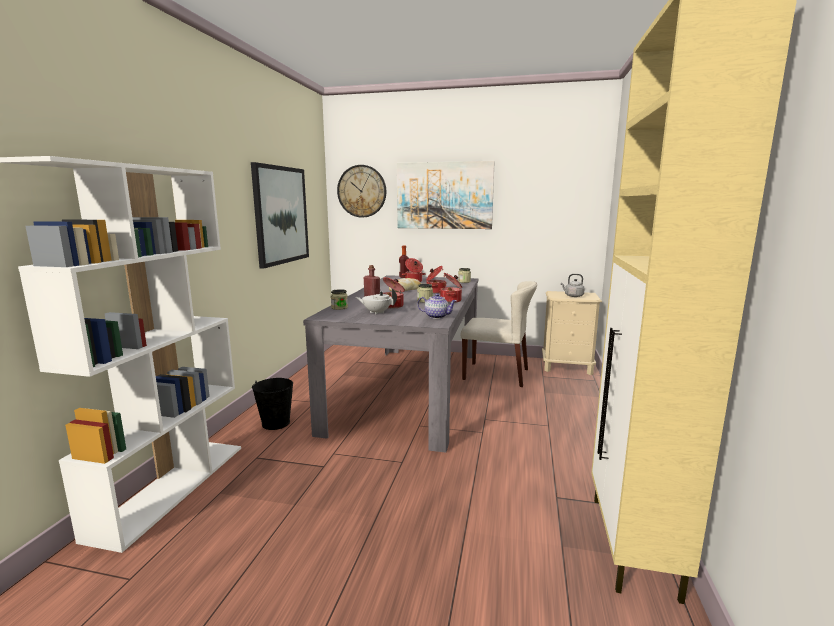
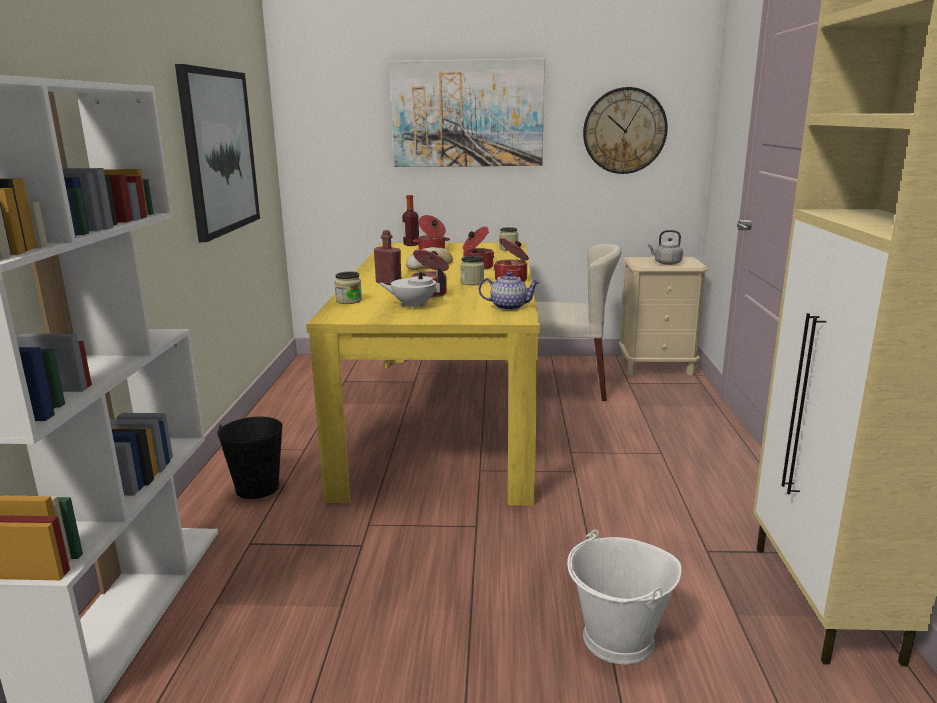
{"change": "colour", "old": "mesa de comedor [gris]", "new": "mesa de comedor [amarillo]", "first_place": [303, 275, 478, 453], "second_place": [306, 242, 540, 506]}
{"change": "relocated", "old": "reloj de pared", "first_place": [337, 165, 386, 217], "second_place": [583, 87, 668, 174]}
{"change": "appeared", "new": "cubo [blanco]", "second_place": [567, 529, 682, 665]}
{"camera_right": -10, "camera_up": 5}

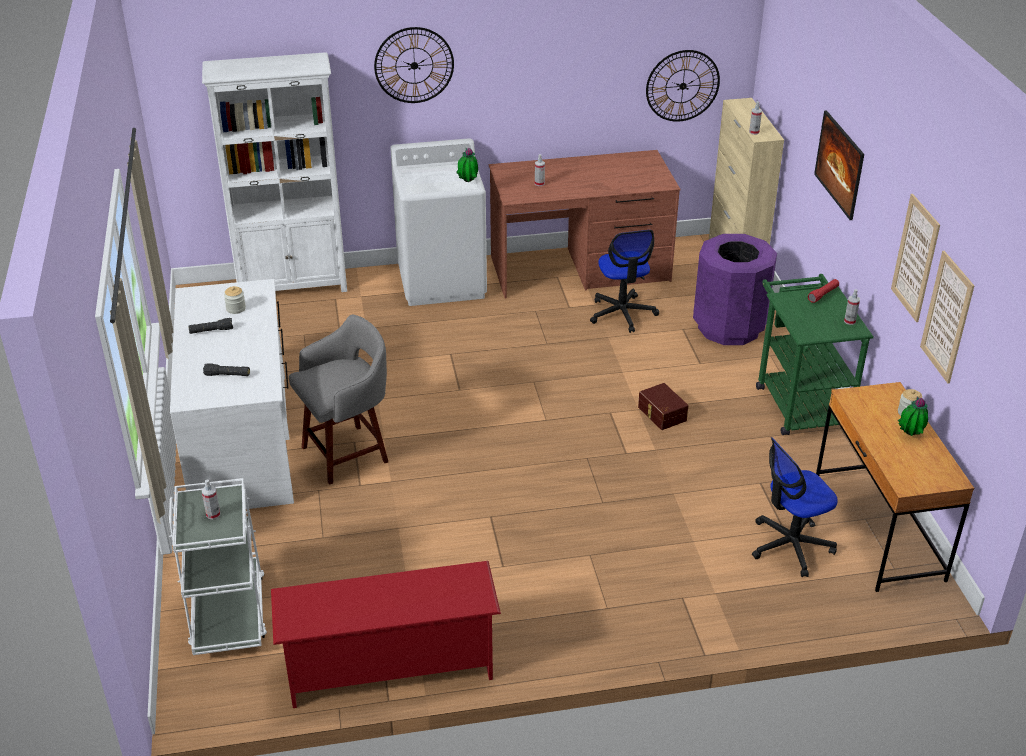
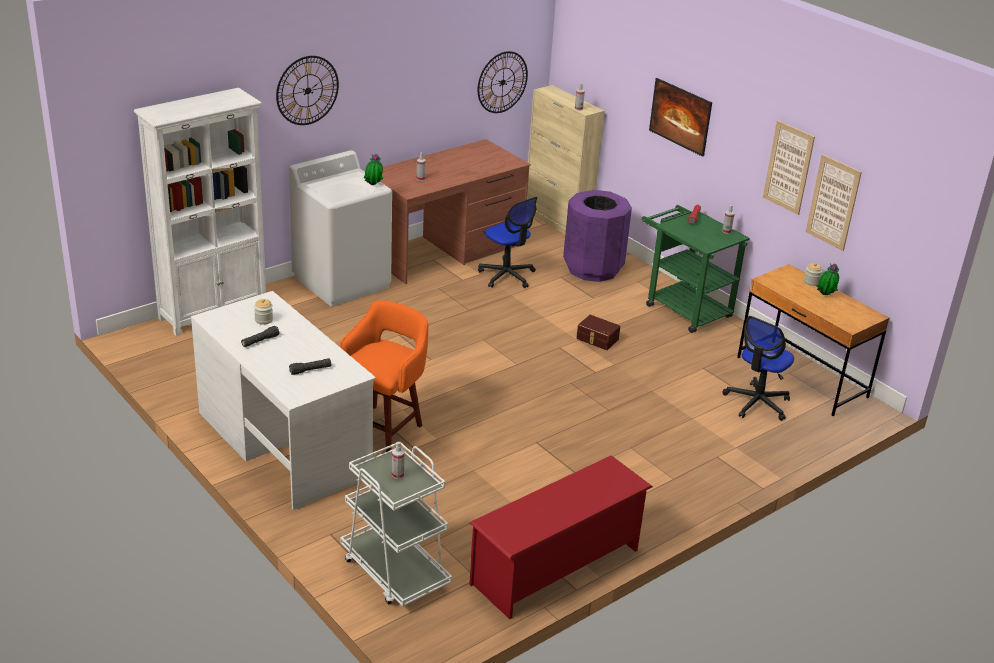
{"change": "colour", "old": "taburete [gris]", "new": "taburete [naranja]", "first_place": [289, 314, 388, 485], "second_place": [339, 301, 428, 452]}
{"camera_right": -30, "camera_up": -5}

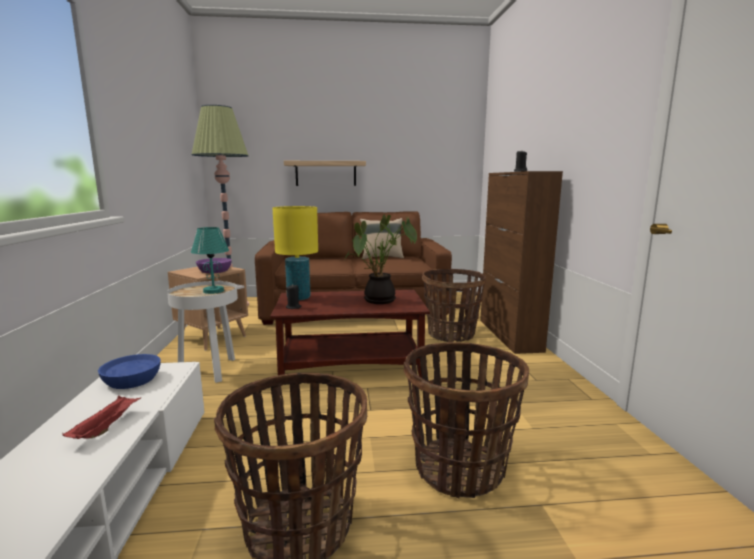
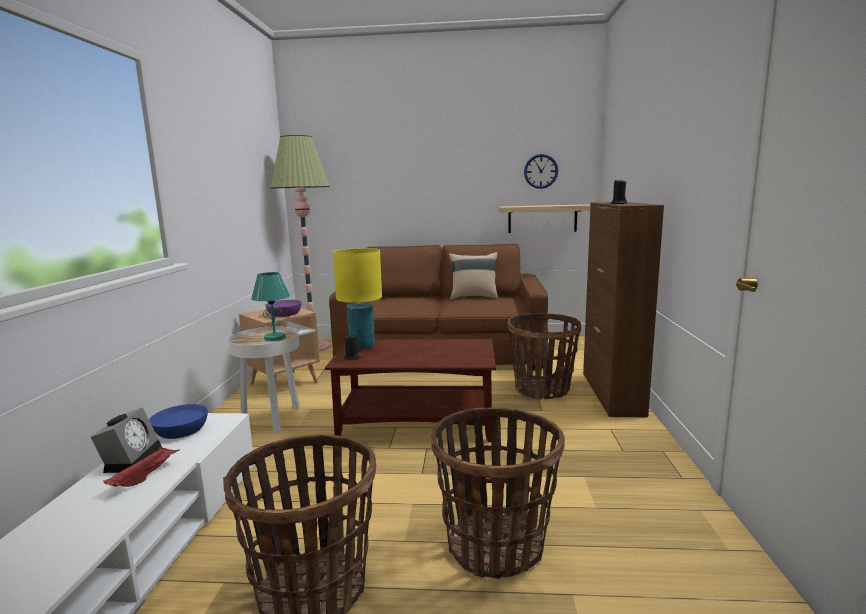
{"change": "relocated", "old": "estante", "first_place": [284, 161, 366, 186], "second_place": [499, 204, 591, 233]}
{"change": "missing", "old": "planta en maceta", "first_place": [345, 215, 417, 304]}
{"change": "appeared", "new": "despertador", "second_place": [91, 407, 162, 473]}
{"change": "appeared", "new": "reloj de pared", "second_place": [524, 154, 558, 189]}
{"camera_right": 10, "camera_up": 0}

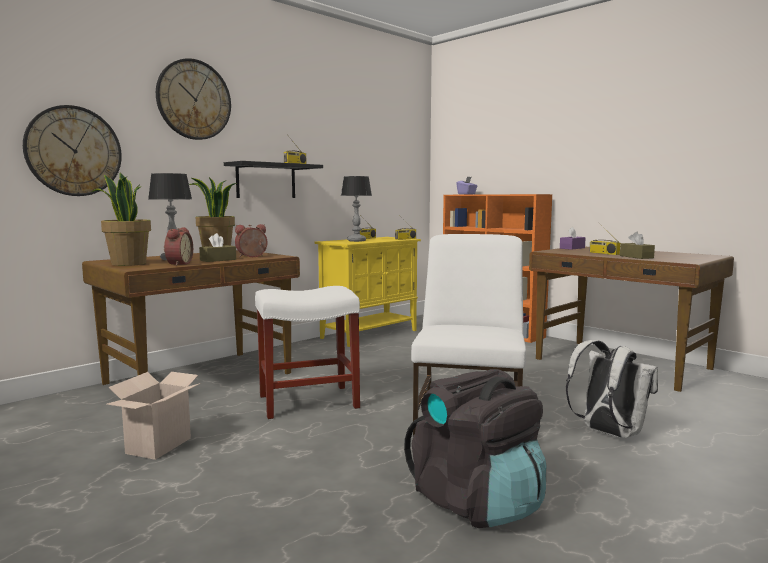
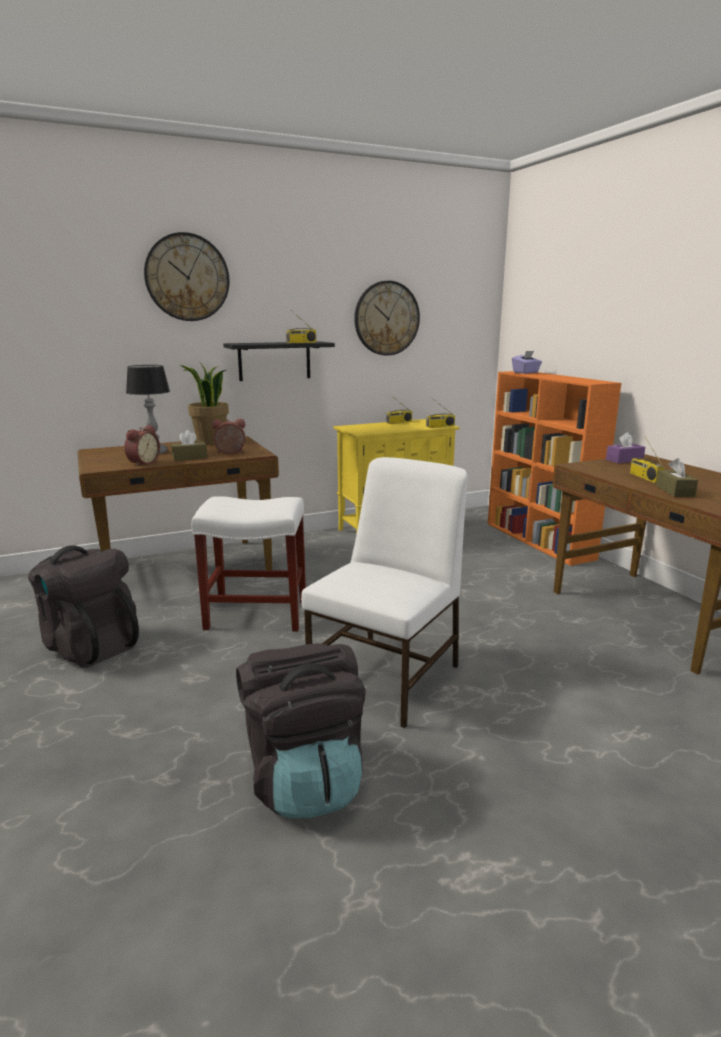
{"change": "relocated", "old": "reloj de pared", "first_place": [23, 105, 122, 196], "second_place": [354, 281, 420, 356]}
{"change": "missing", "old": "planta en maceta", "first_place": [92, 173, 151, 266]}
{"change": "exchanged", "old": "caja de cartón", "new": "mochila [negro]", "first_place": [107, 372, 201, 460], "second_place": [28, 545, 139, 668]}
{"change": "missing", "old": "lámpara de mesa", "first_place": [341, 176, 372, 242]}
{"change": "missing", "old": "mochila [blanco]", "first_place": [566, 340, 658, 438]}
{"camera_right": 20, "camera_up": 10}

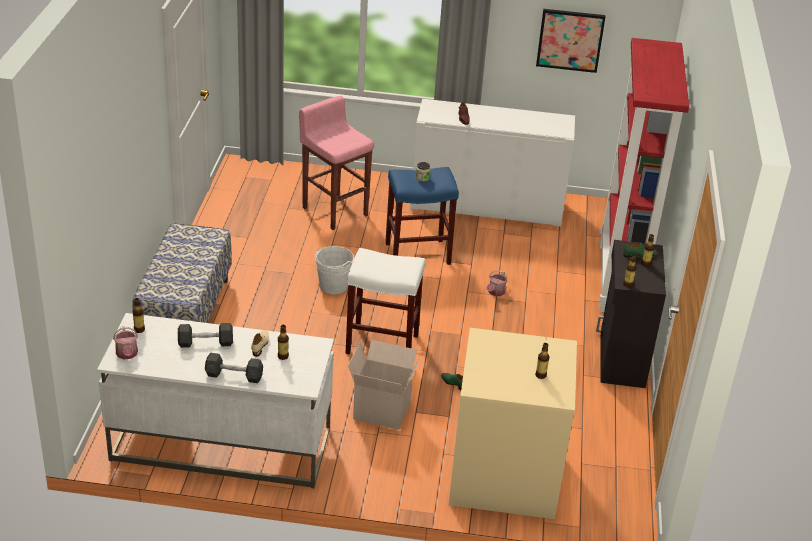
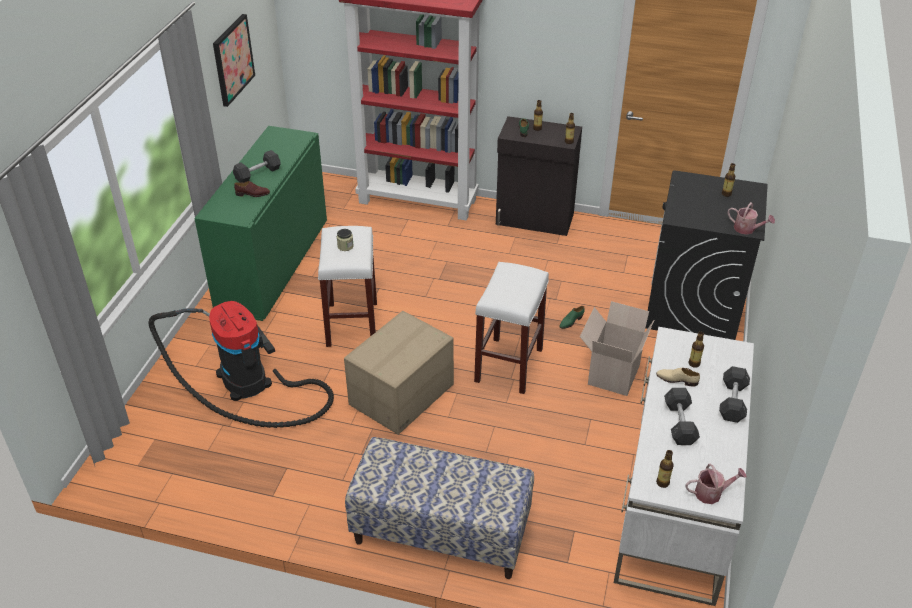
{"change": "exchanged", "old": "taburete [rosa]", "new": "aspiradora", "first_place": [299, 96, 374, 230], "second_place": [149, 301, 334, 428]}
{"change": "exchanged", "old": "cubo [blanco]", "new": "caja de cartón", "first_place": [315, 246, 354, 294], "second_place": [344, 311, 454, 435]}
{"change": "colour", "old": "taburete [azul]", "new": "taburete [blanco]", "first_place": [385, 167, 459, 265], "second_place": [318, 226, 377, 347]}
{"change": "colour", "old": "armario [blanco]", "new": "armario [verde]", "first_place": [410, 99, 575, 227], "second_place": [194, 126, 327, 321]}
{"change": "colour", "old": "lavadora [beis]", "new": "lavadora [negro]", "first_place": [449, 328, 577, 519], "second_place": [646, 170, 768, 340]}
{"change": "relocated", "old": "regadera", "first_place": [487, 270, 507, 296], "second_place": [728, 202, 775, 235]}
{"change": "appeared", "new": "mancuerna [gris]", "second_place": [233, 150, 281, 183]}
{"camera_right": -80, "camera_up": 5}

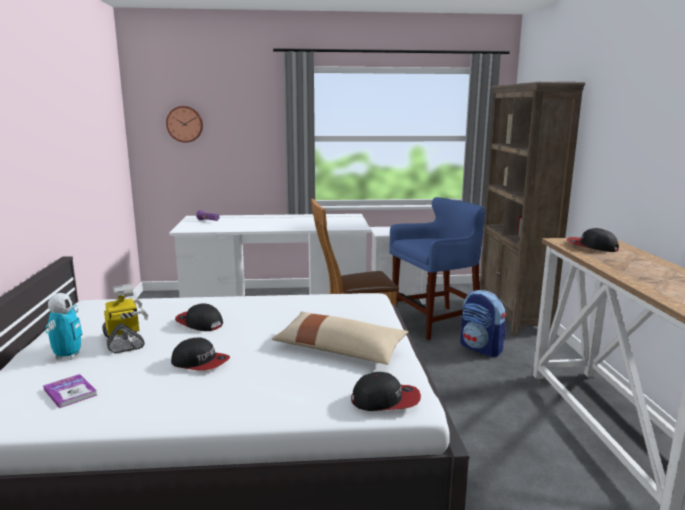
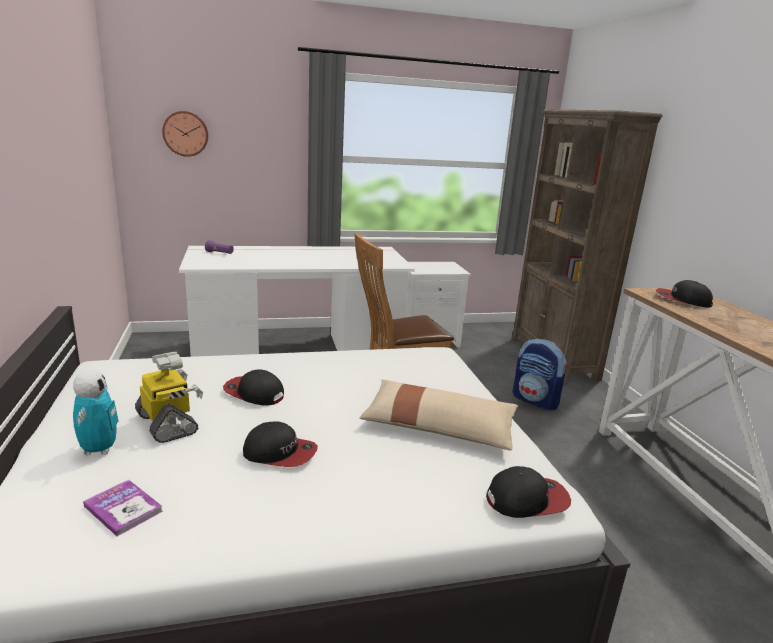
{"change": "missing", "old": "taburete [azul]", "first_place": [389, 197, 485, 340]}
{"camera_right": -10, "camera_up": 5}

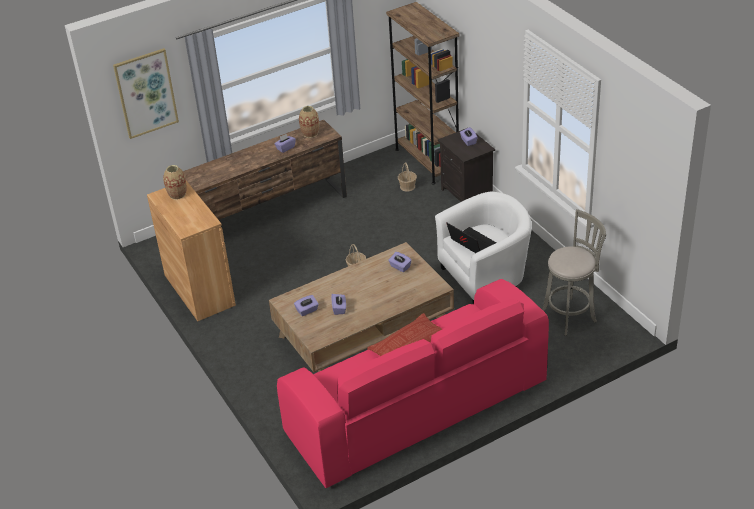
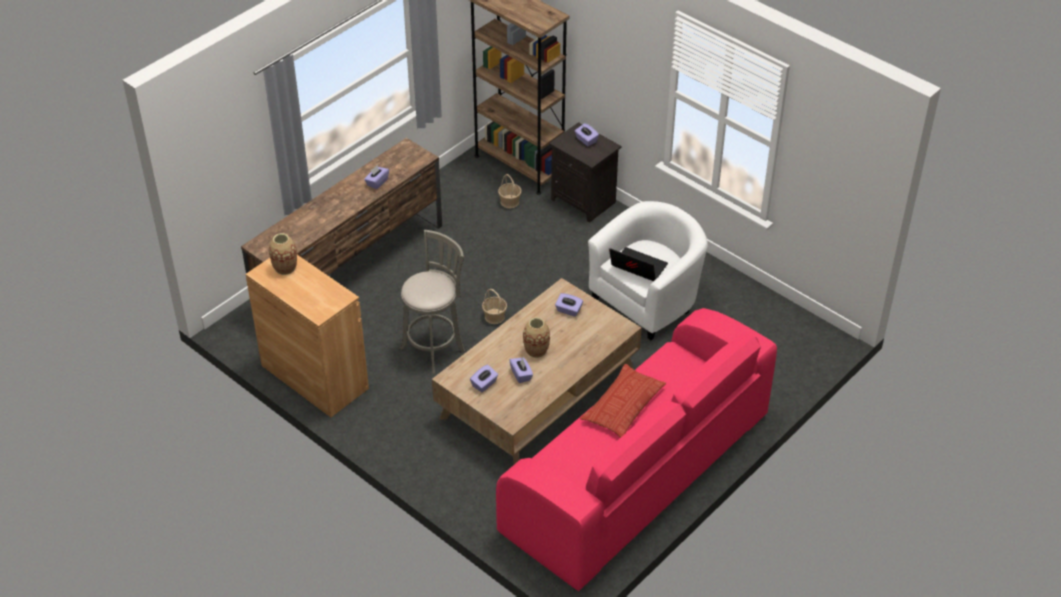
{"change": "missing", "old": "cuadro", "first_place": [113, 48, 179, 139]}
{"change": "relocated", "old": "florero", "first_place": [299, 106, 319, 138], "second_place": [523, 317, 550, 358]}
{"change": "relocated", "old": "taburete [gris]", "first_place": [542, 209, 606, 336], "second_place": [400, 230, 465, 374]}
{"camera_right": -20, "camera_up": 5}

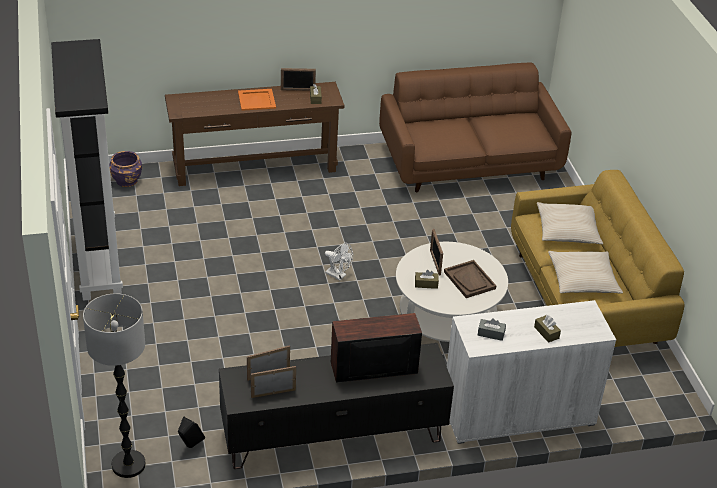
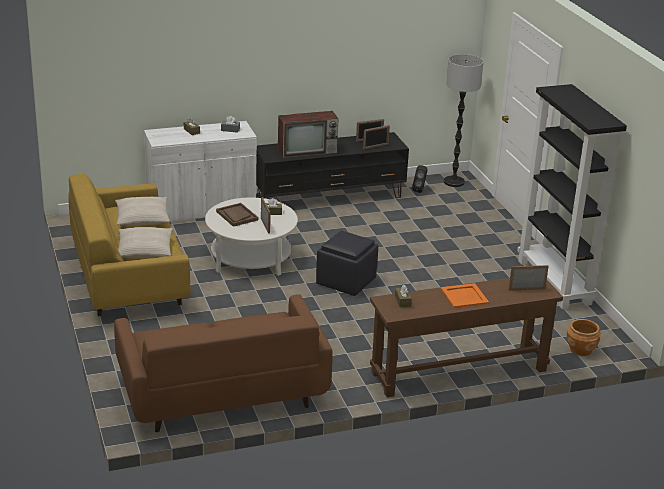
{"change": "colour", "old": "maceta [morado]", "new": "maceta [marrón]", "first_place": [109, 151, 142, 187], "second_place": [567, 319, 601, 356]}
{"change": "relocated", "old": "portarretratos", "first_place": [281, 68, 316, 91], "second_place": [509, 265, 548, 291]}
{"change": "exchanged", "old": "ventilador [blanco]", "new": "puf [negro]", "first_place": [325, 243, 353, 280], "second_place": [316, 230, 378, 296]}
{"camera_right": 175, "camera_up": -10}

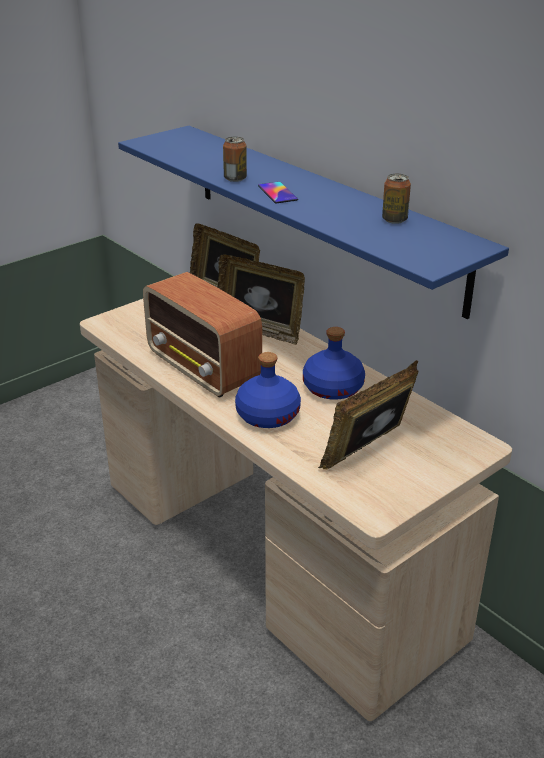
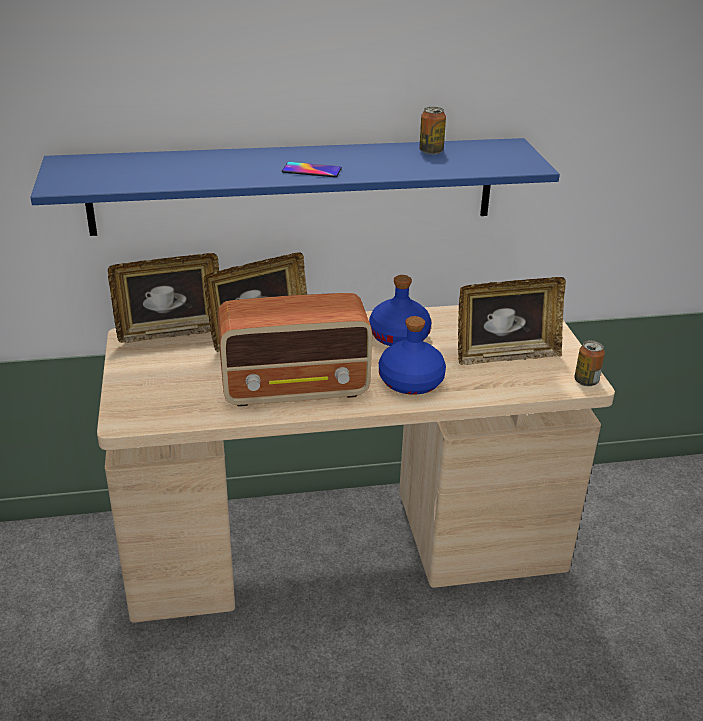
{"change": "relocated", "old": "lata", "first_place": [223, 137, 247, 182], "second_place": [574, 340, 605, 386]}
{"change": "spun", "old": "portarretratos", "first_place": [318, 360, 419, 469], "second_place": [458, 277, 566, 365], "degrees": -90}
{"camera_right": -60, "camera_up": 0}

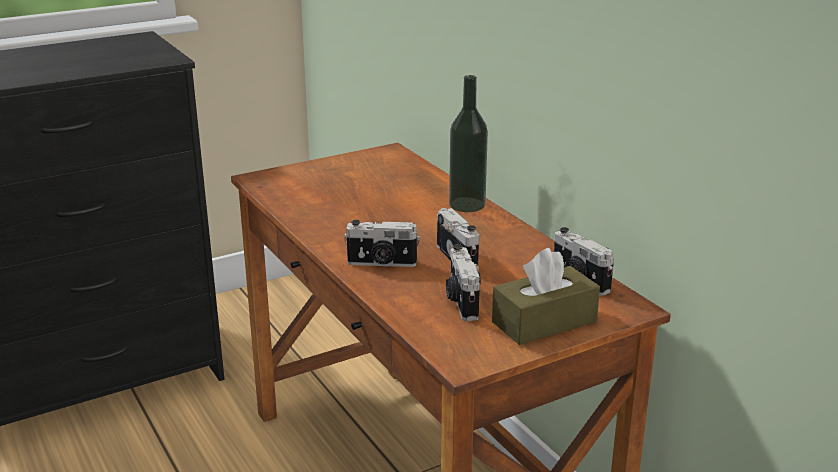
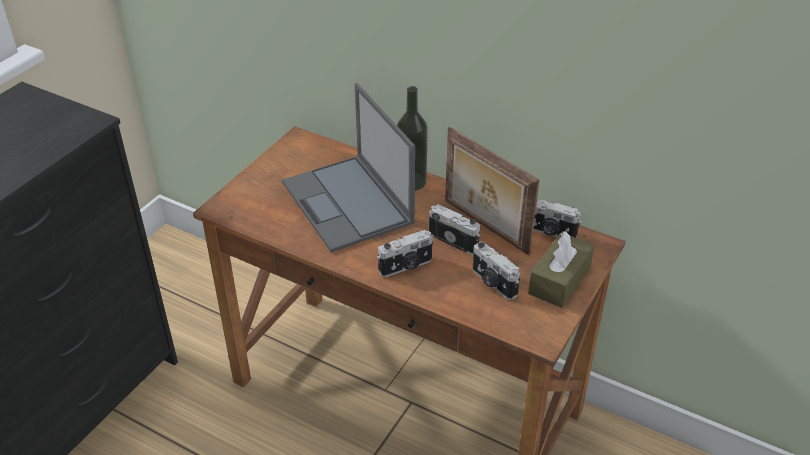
{"change": "appeared", "new": "portátil", "second_place": [282, 83, 415, 252]}
{"change": "appeared", "new": "portarretratos", "second_place": [445, 127, 539, 255]}
{"camera_right": -30, "camera_up": 15}

